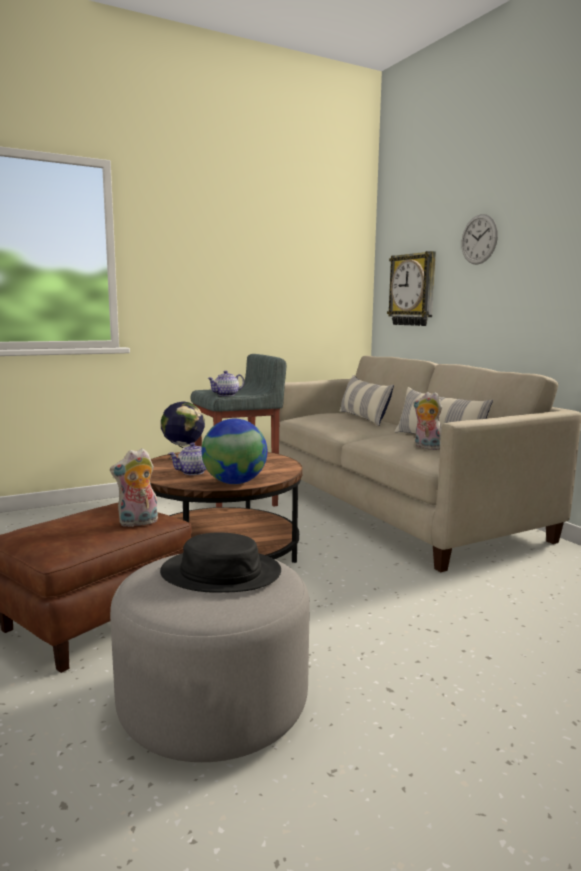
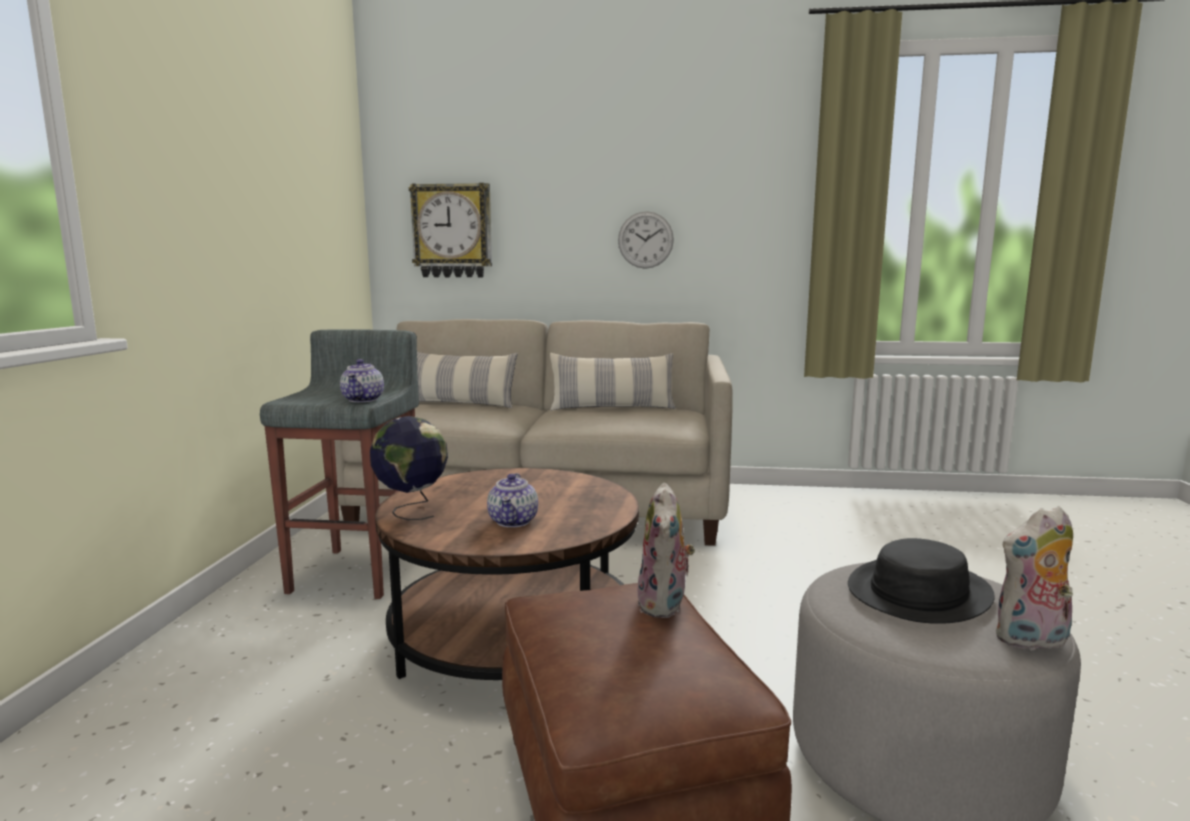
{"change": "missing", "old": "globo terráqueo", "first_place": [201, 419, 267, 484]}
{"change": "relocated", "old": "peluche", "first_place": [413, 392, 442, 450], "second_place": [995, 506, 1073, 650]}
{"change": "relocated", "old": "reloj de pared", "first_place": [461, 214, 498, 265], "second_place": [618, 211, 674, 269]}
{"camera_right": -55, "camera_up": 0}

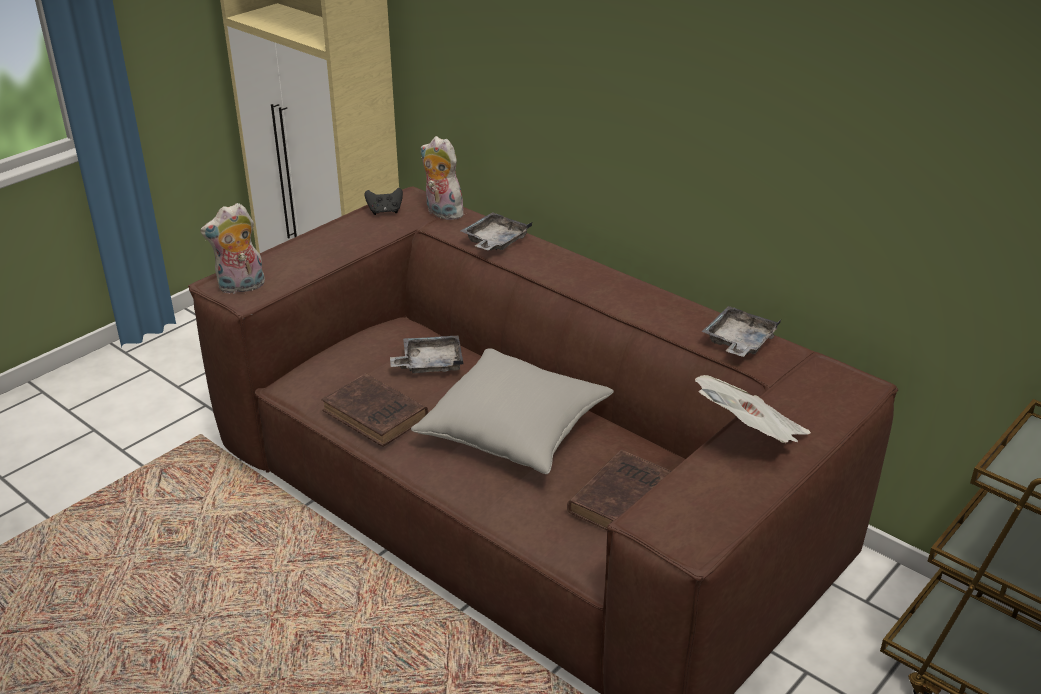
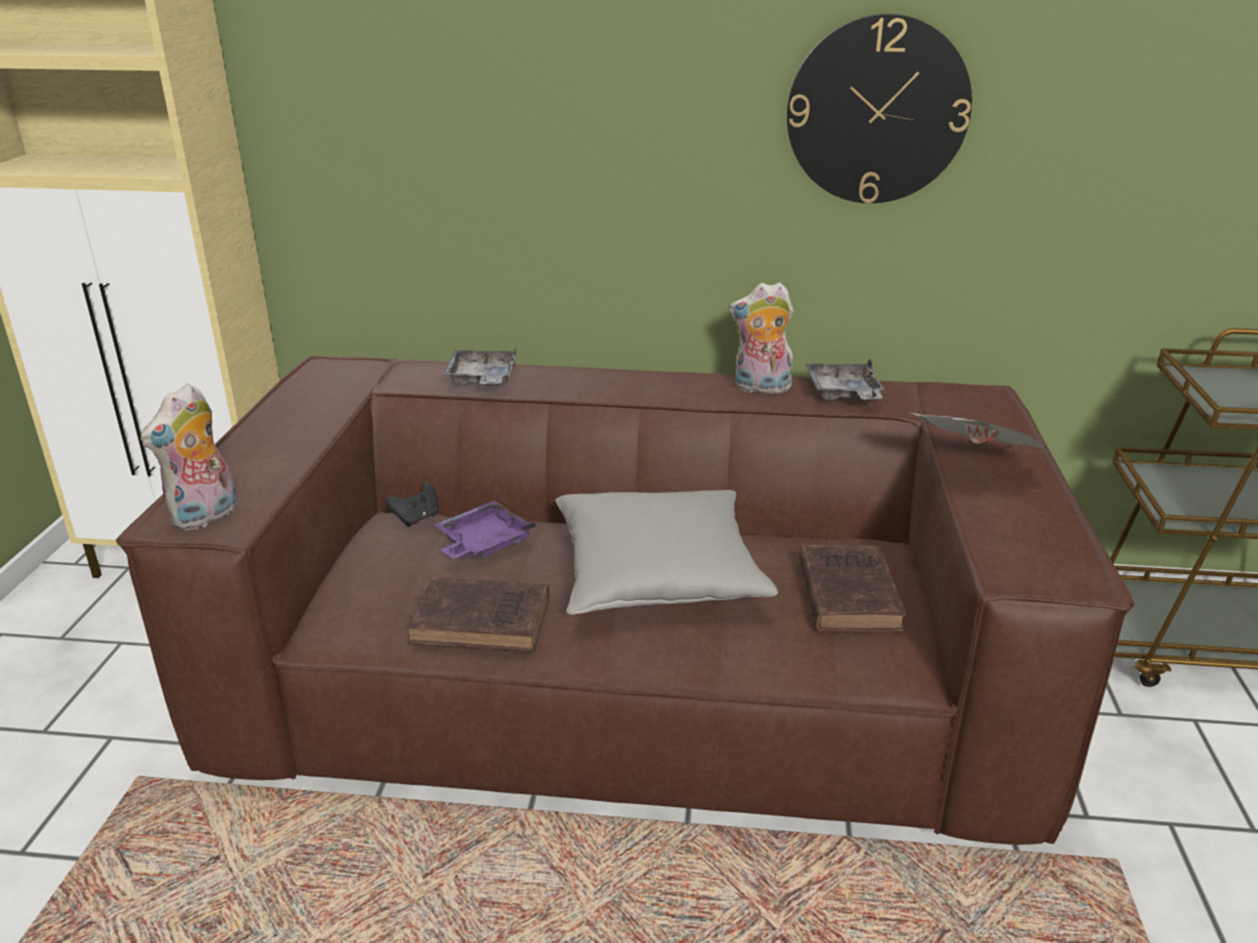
{"change": "relocated", "old": "mando de consola [negro]", "first_place": [365, 188, 403, 215], "second_place": [385, 482, 439, 527]}
{"change": "colour", "old": "bandeja [gris]", "new": "bandeja [morado]", "first_place": [390, 335, 463, 373], "second_place": [434, 501, 536, 559]}
{"change": "relocated", "old": "peluche", "first_place": [420, 136, 464, 220], "second_place": [729, 282, 794, 394]}
{"change": "appeared", "new": "reloj de pared", "second_place": [787, 14, 972, 203]}
{"camera_right": -35, "camera_up": -5}

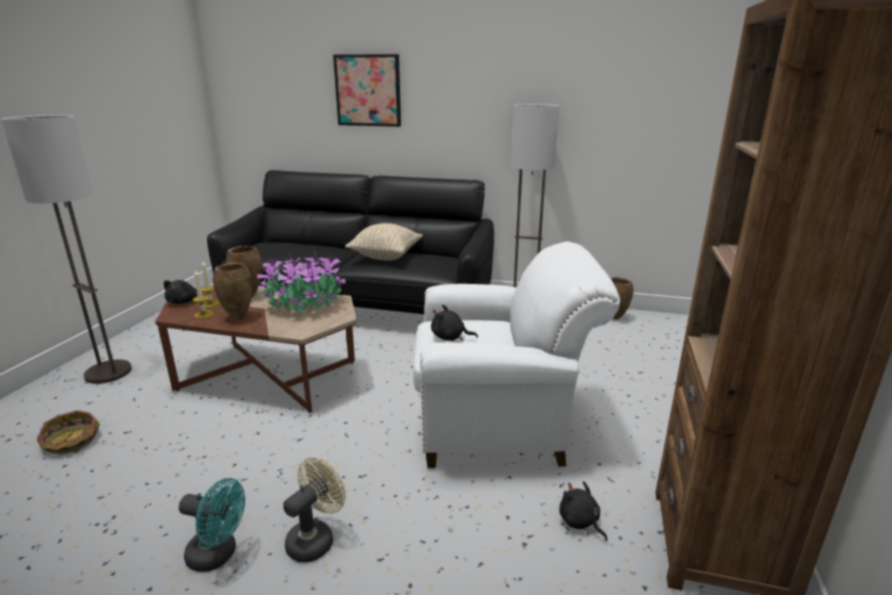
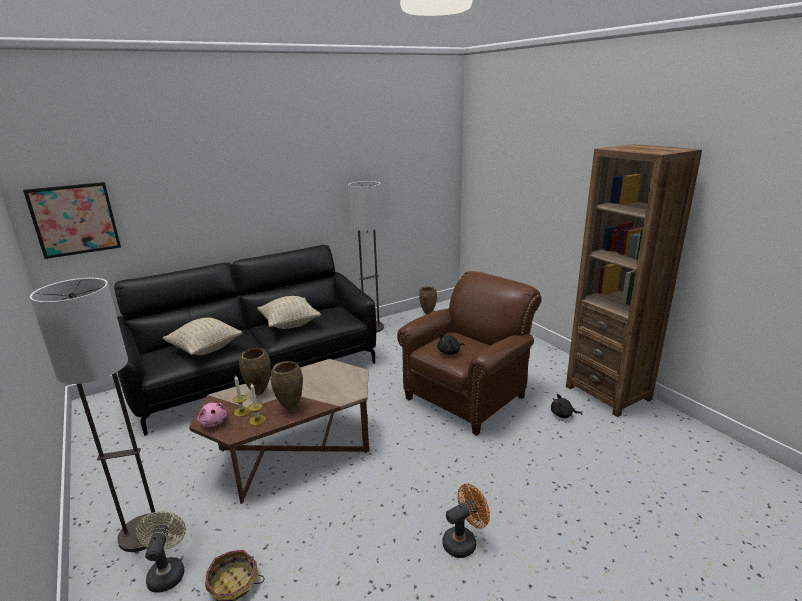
{"change": "colour", "old": "peluche [negro]", "new": "peluche [rosa]", "first_place": [164, 280, 197, 304], "second_place": [197, 403, 227, 427]}
{"change": "colour", "old": "ventilador [turquesa]", "new": "ventilador [naranja]", "first_place": [179, 478, 245, 572], "second_place": [442, 484, 490, 558]}
{"change": "missing", "old": "planta en maceta", "first_place": [257, 252, 346, 315]}
{"change": "relocated", "old": "ventilador [beis]", "first_place": [283, 457, 345, 563], "second_place": [136, 511, 186, 593]}
{"change": "relocated", "old": "cuadro", "first_place": [333, 54, 401, 127], "second_place": [23, 182, 121, 259]}
{"change": "colour", "old": "sillón [blanco]", "new": "sillón [marrón]", "first_place": [413, 241, 620, 468], "second_place": [397, 271, 542, 436]}
{"change": "appeared", "new": "cojín [beis]", "second_place": [163, 317, 242, 355]}
{"camera_right": -45, "camera_up": 0}

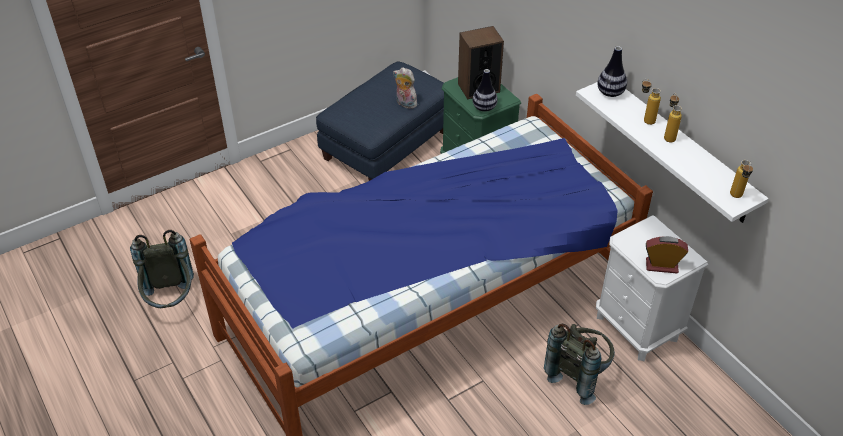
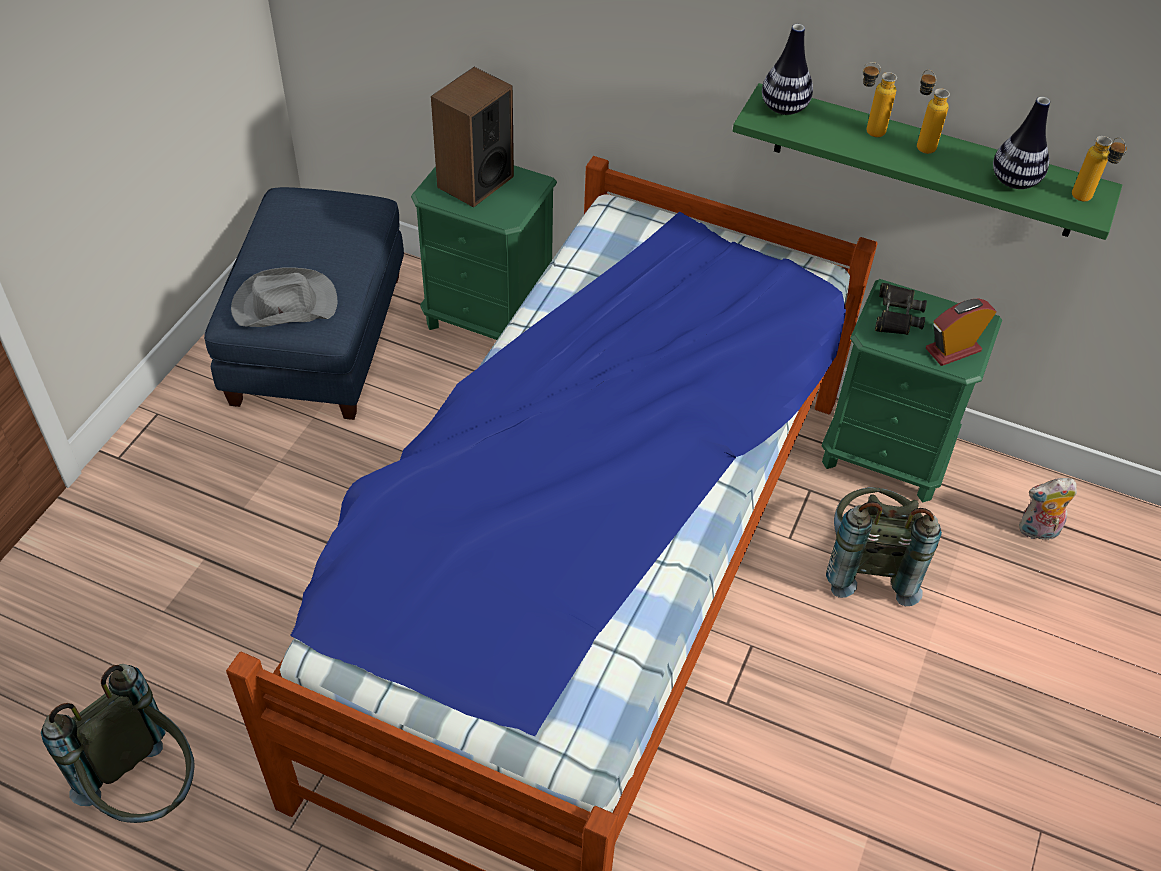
{"change": "relocated", "old": "peluche", "first_place": [393, 67, 417, 109], "second_place": [1019, 478, 1077, 540]}
{"change": "relocated", "old": "florero", "first_place": [473, 69, 498, 112], "second_place": [993, 97, 1050, 189]}
{"change": "colour", "old": "estante [blanco]", "new": "estante [verde]", "first_place": [576, 82, 769, 223], "second_place": [733, 83, 1122, 240]}
{"change": "colour", "old": "mesita de noche [blanco]", "new": "mesita de noche [verde]", "first_place": [596, 215, 708, 361], "second_place": [822, 279, 1002, 503]}
{"change": "appeared", "new": "sombrero [gris]", "second_place": [231, 267, 337, 327]}
{"change": "appeared", "new": "prismáticos [negro]", "second_place": [875, 283, 927, 335]}
{"camera_right": -35, "camera_up": 5}

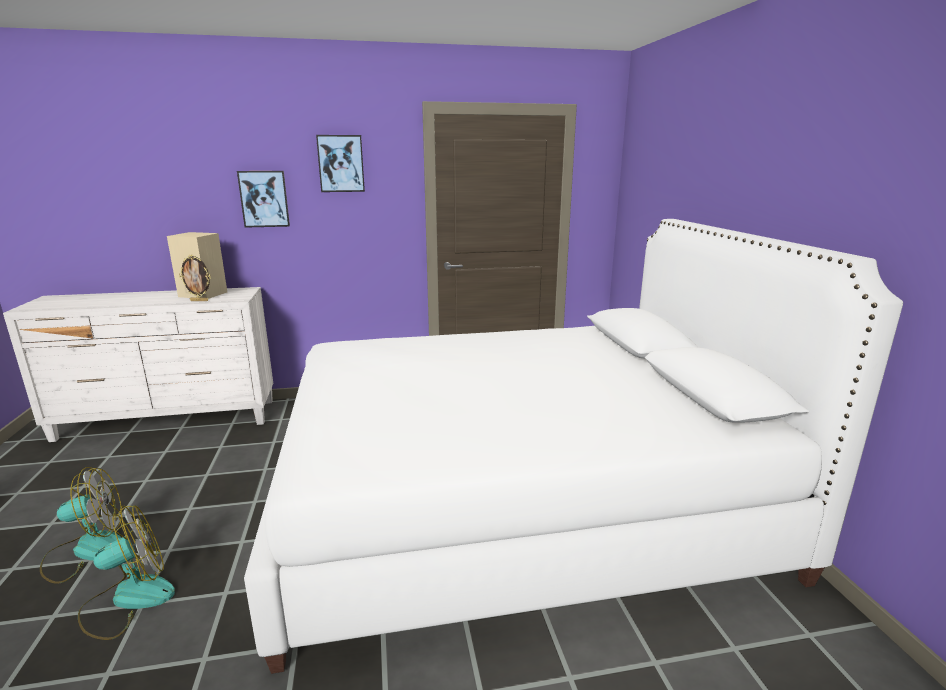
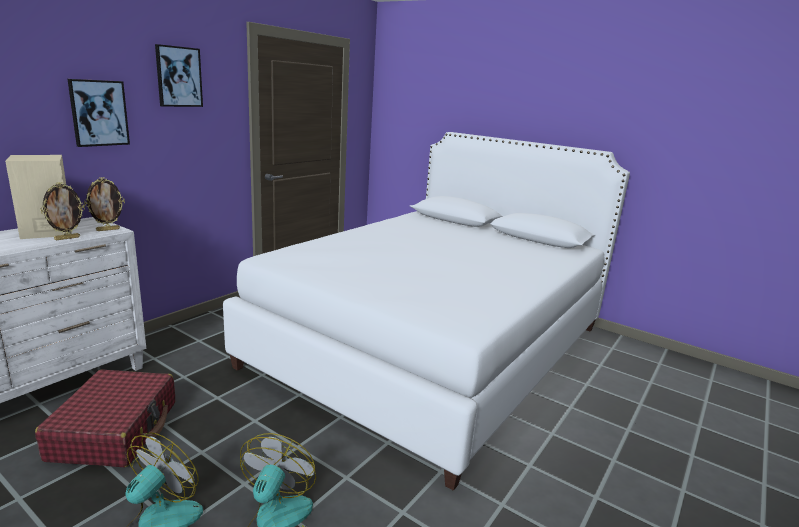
{"change": "appeared", "new": "maleta [rojo]", "second_place": [35, 369, 175, 467]}
{"change": "appeared", "new": "portarretratos", "second_place": [84, 177, 125, 231]}
{"camera_right": -45, "camera_up": 0}

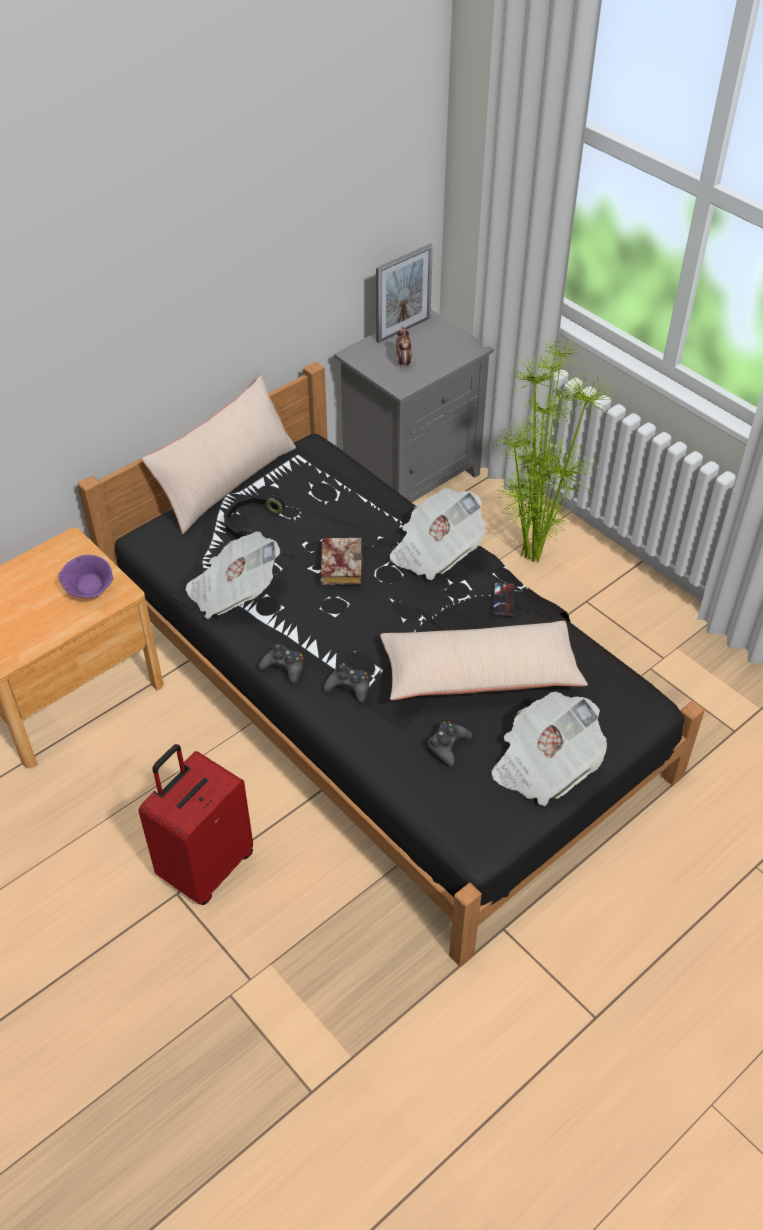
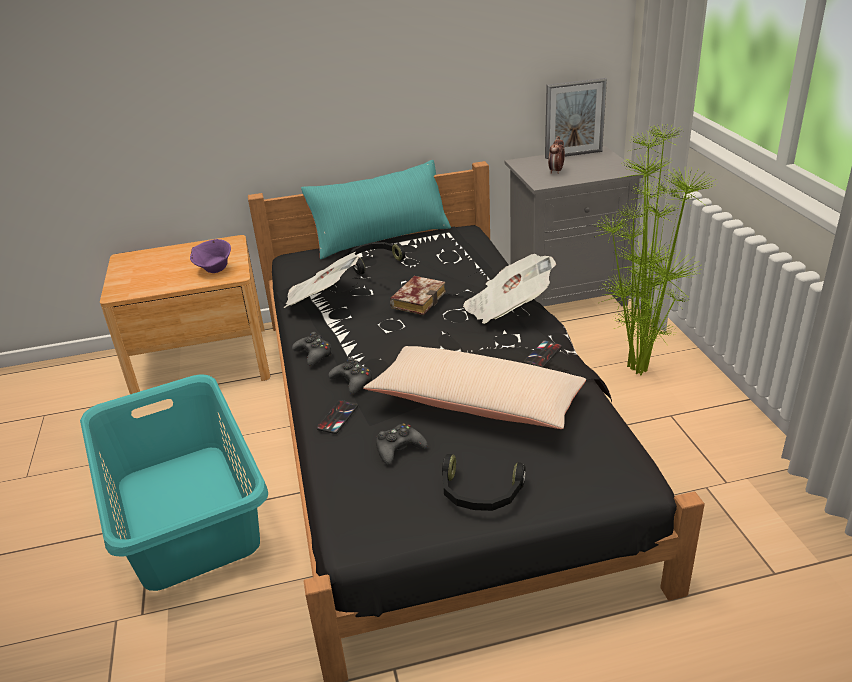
{"change": "exchanged", "old": "maleta [rojo]", "new": "cesto de la ropa [turquesa]", "first_place": [139, 744, 253, 905], "second_place": [80, 374, 268, 591]}
{"change": "colour", "old": "cojín [beis]", "new": "cojín [turquesa]", "first_place": [142, 375, 296, 534], "second_place": [301, 160, 451, 260]}
{"change": "exchanged", "old": "periódico", "new": "auriculares [negro]", "first_place": [491, 692, 607, 806], "second_place": [442, 454, 526, 511]}
{"change": "appeared", "new": "móvil", "second_place": [317, 400, 358, 434]}
{"camera_right": 30, "camera_up": -15}

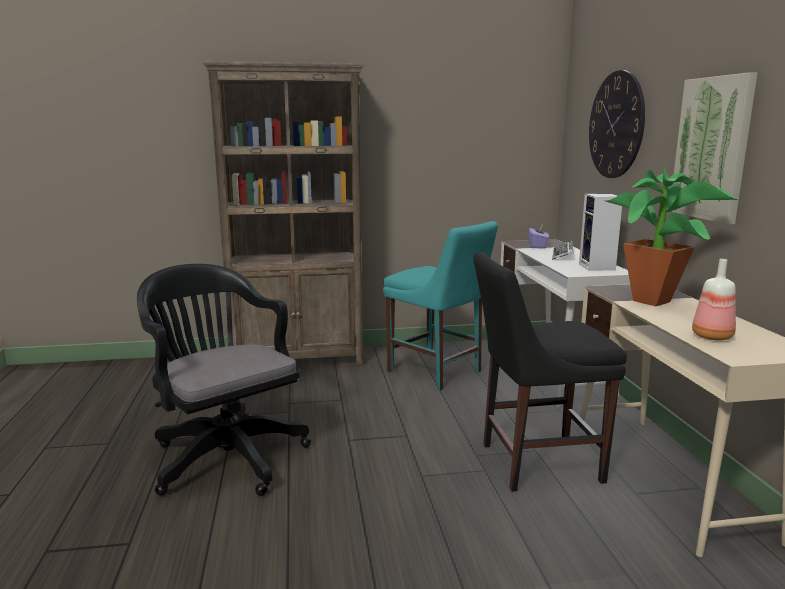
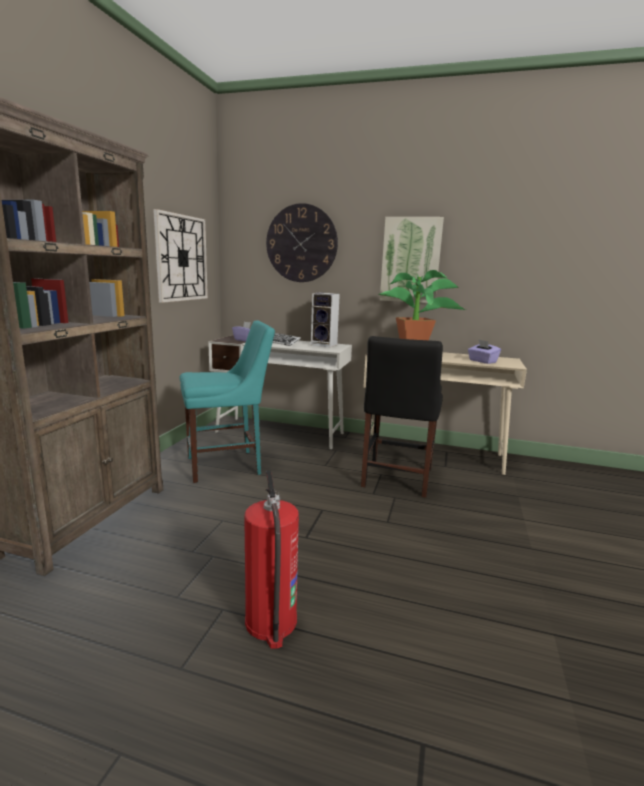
{"change": "exchanged", "old": "silla de oficina [negro]", "new": "extintor", "first_place": [137, 264, 311, 496], "second_place": [244, 470, 299, 649]}
{"change": "exchanged", "old": "botella", "new": "caja de pañuelos [morado]", "first_place": [692, 259, 736, 340], "second_place": [468, 340, 501, 364]}
{"change": "appeared", "new": "reloj de pared", "second_place": [153, 209, 208, 303]}
{"camera_right": -65, "camera_up": 0}

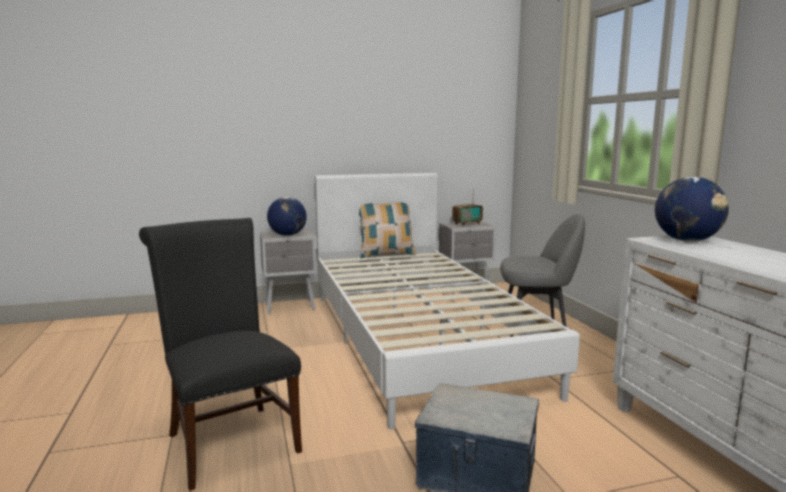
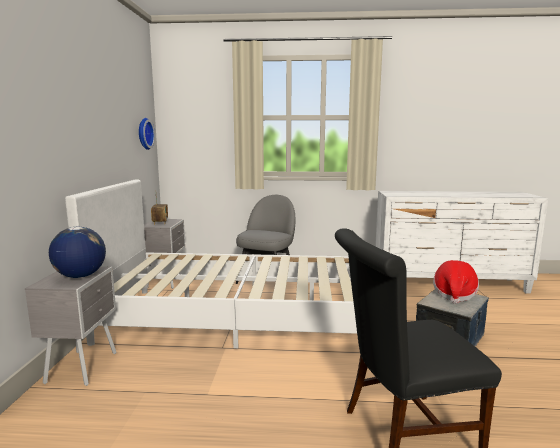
{"change": "missing", "old": "cojín", "first_place": [359, 202, 416, 259]}
{"change": "missing", "old": "globo terráqueo", "first_place": [655, 177, 729, 242]}
{"change": "appeared", "new": "reloj de pared", "second_place": [139, 118, 155, 150]}
{"change": "appeared", "new": "sombrero", "second_place": [433, 260, 479, 304]}
{"camera_right": -70, "camera_up": 0}

